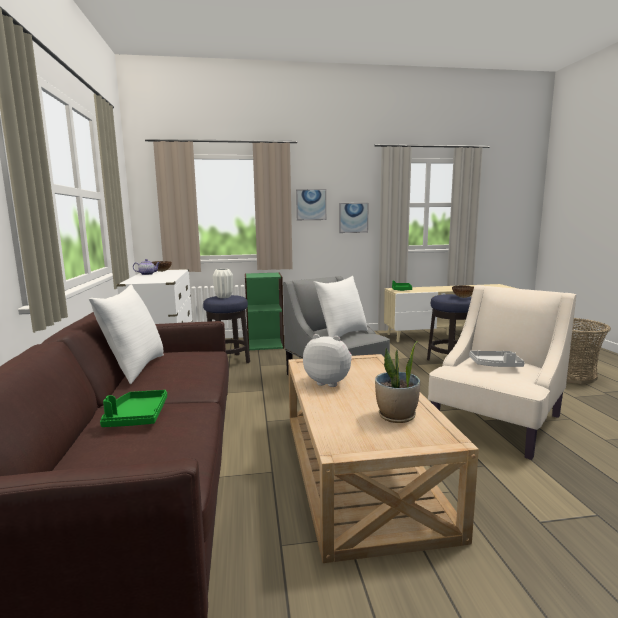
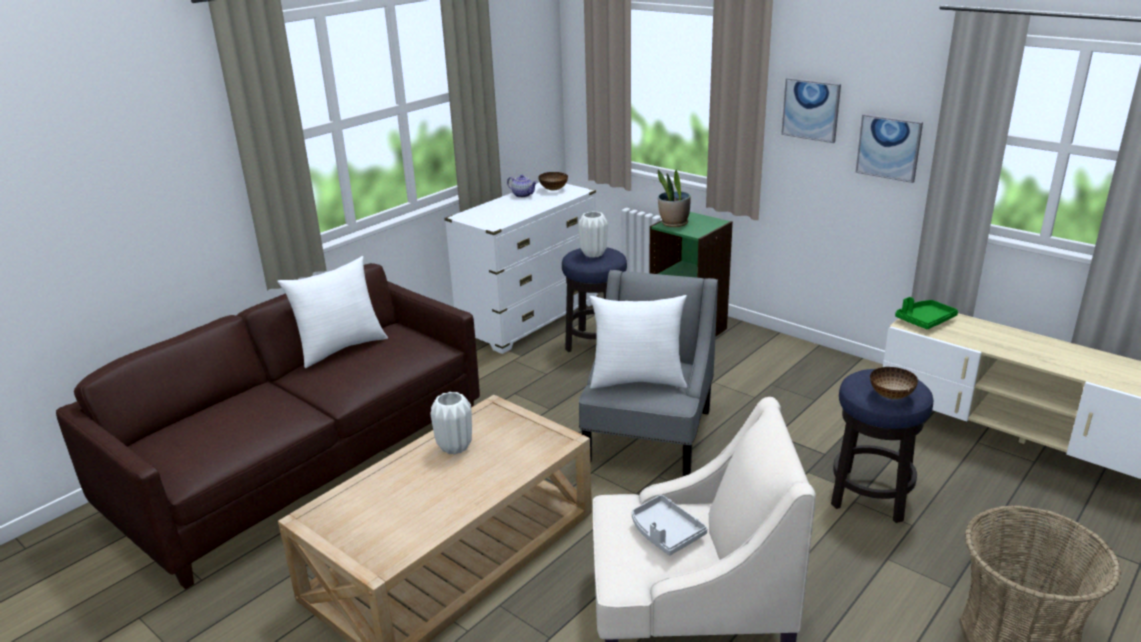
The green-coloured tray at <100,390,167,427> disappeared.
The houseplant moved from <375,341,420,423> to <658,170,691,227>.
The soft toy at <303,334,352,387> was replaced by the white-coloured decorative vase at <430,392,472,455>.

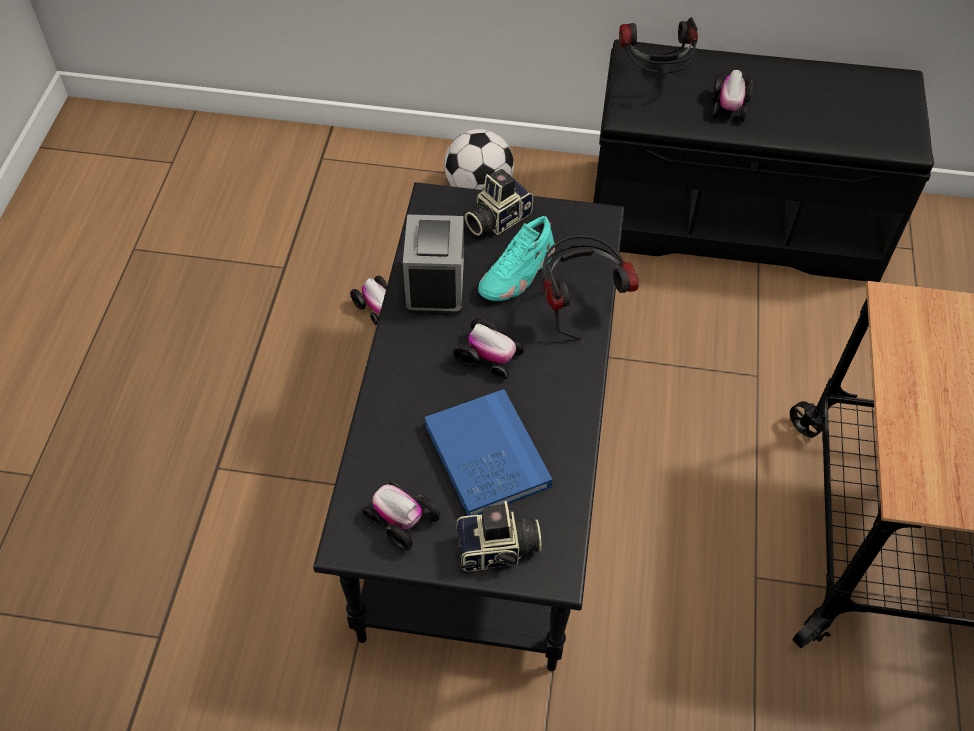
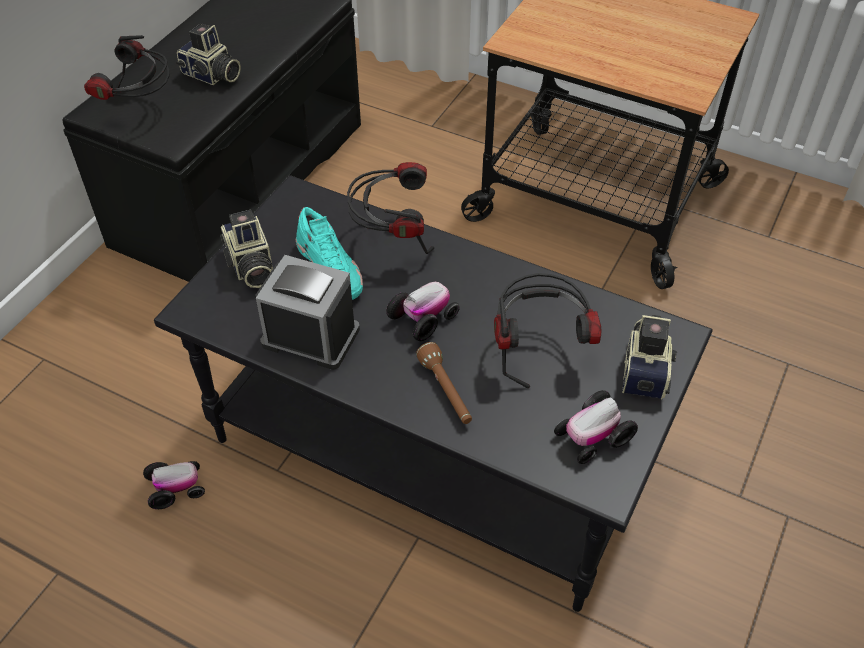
The football at <444,129,514,190> disappeared.
The brown flashlight at <416,342,472,424> appeared.
The blue volume at <424,389,553,516> was replaced by the pair of headphones at <494,273,602,388>.
The toy car at <713,70,754,122> was replaced by the photo camera at <176,23,241,85>.

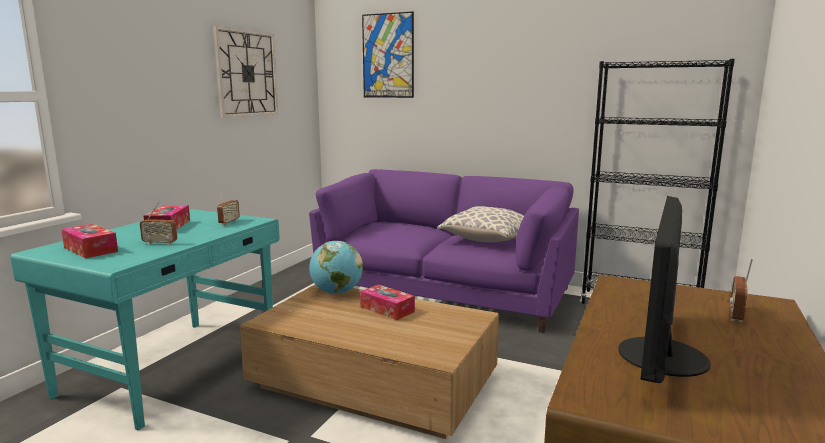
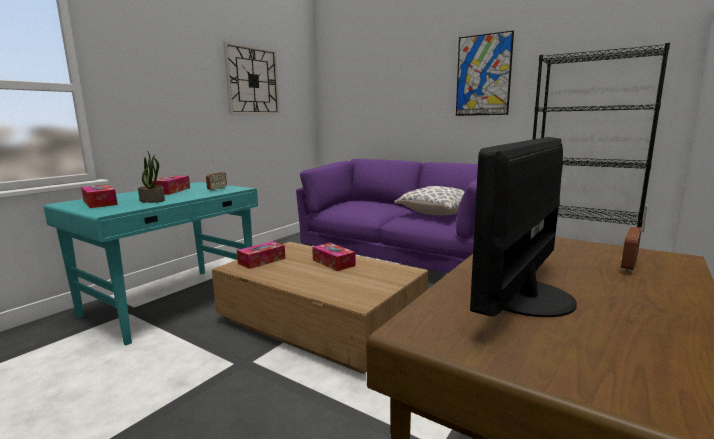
The world globe at <309,241,363,294> disappeared.
The tissue box at <237,241,285,269> appeared.
The picture moved from <362,12,414,98> to <456,30,514,116>.
The radio receiver at <140,202,177,245> was replaced by the houseplant at <138,151,165,203>.

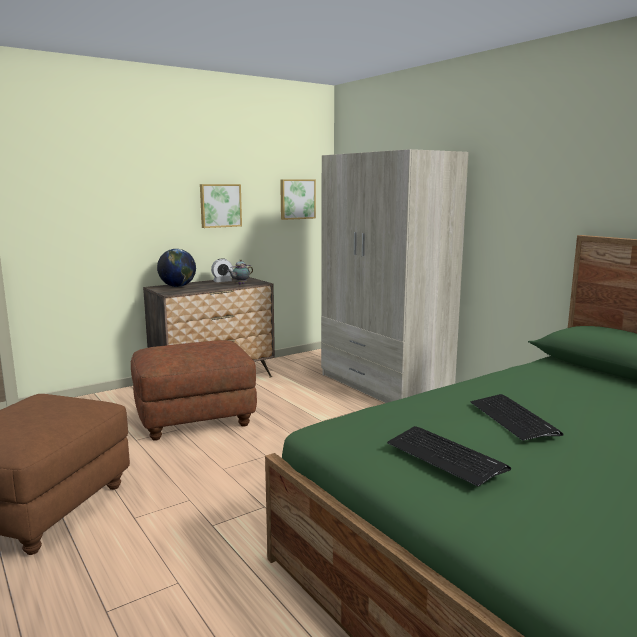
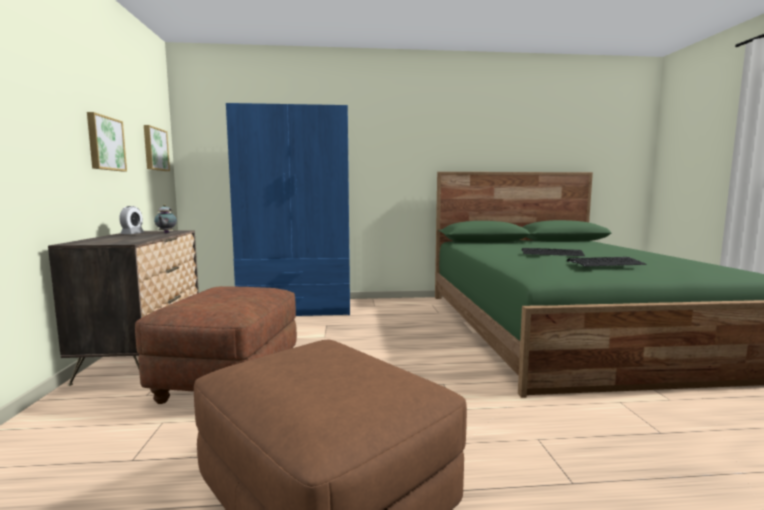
The world globe at <157,249,196,287> disappeared.
The sand-coloured clothes cupboard at <321,149,469,403> became the blue clothes cupboard at <226,103,350,316>.

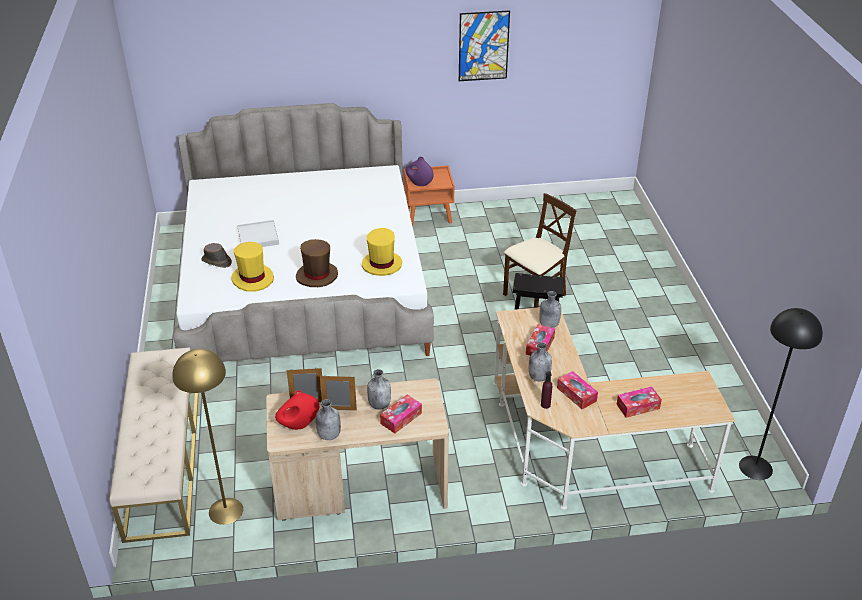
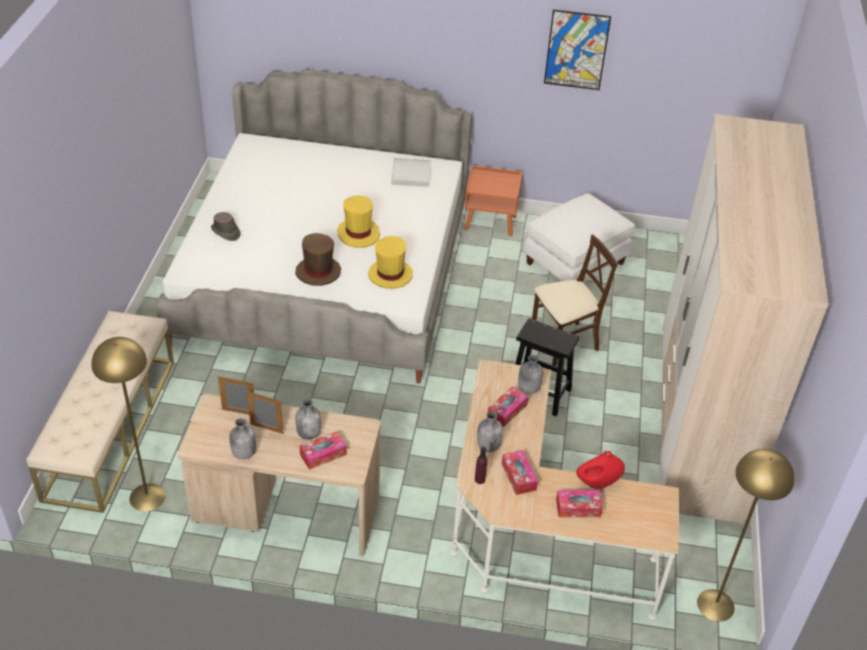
The purplish decorative vase at <406,157,434,186> disappeared.
The white-coloured footrest at <524,193,635,281> appeared.
The clothes cupboard at <660,114,828,524> appeared.
The yellow-coloured wearable hat moved from <231,242,274,292> to <337,196,380,248>.
The white-coloured tray moved from <237,220,279,247> to <391,158,431,187>.
The red decorative vase moved from <275,390,319,430> to <576,451,625,489>.
The blackish floor lamp at <739,308,823,480> became the yellow-coloured floor lamp at <697,449,794,621>.

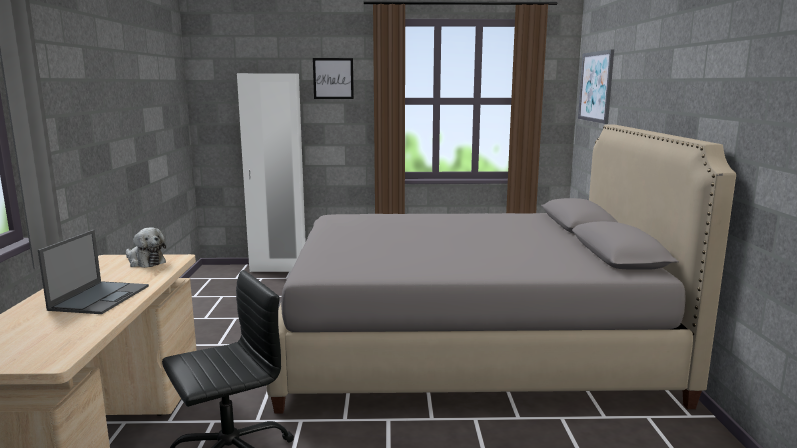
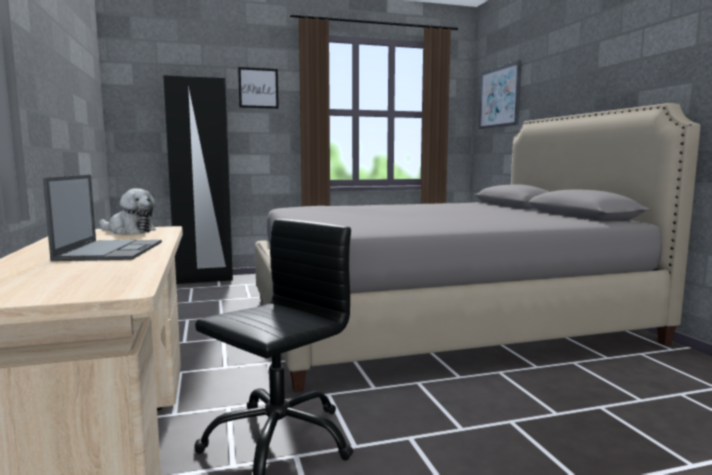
The white-coloured clothes cupboard at <237,73,306,272> became the blackish clothes cupboard at <163,75,233,284>.

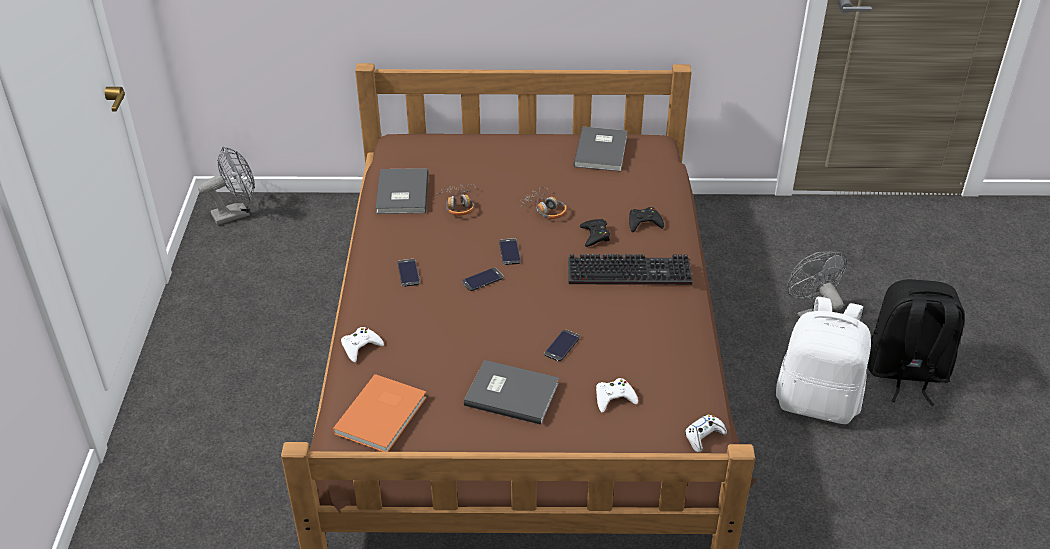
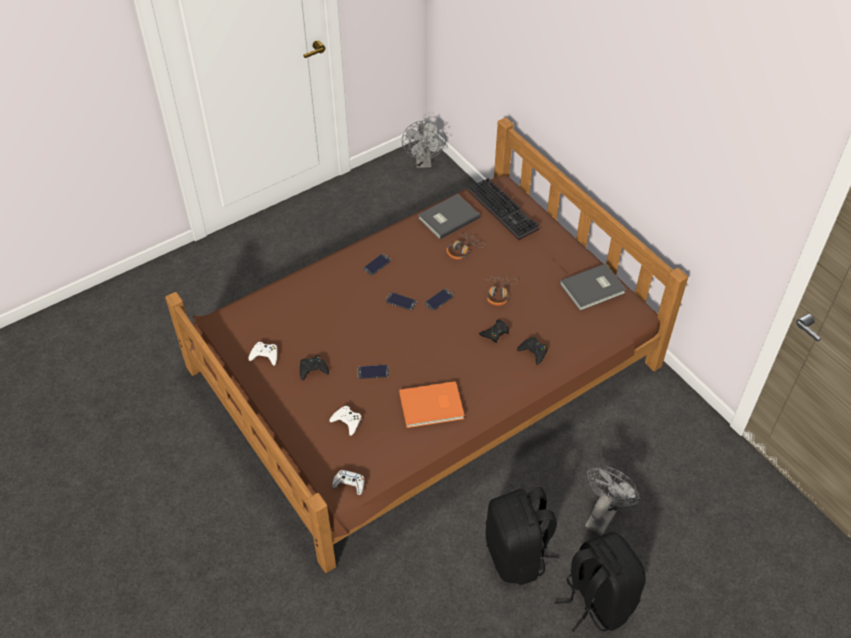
The orangey volume moved from <333,374,427,452> to <399,381,465,428>.
The white-coloured joypad moved from <341,327,384,363> to <249,342,277,366>.
The keyboard moved from <568,254,692,285> to <468,178,540,240>.
The grey volume at <464,360,559,425> was replaced by the blackish joypad at <300,355,329,380>.
The white-coloured backpack at <776,297,871,424> became the blackish backpack at <486,487,559,585>.
The grey fan at <198,146,255,225> turned 60 degrees clockwise.

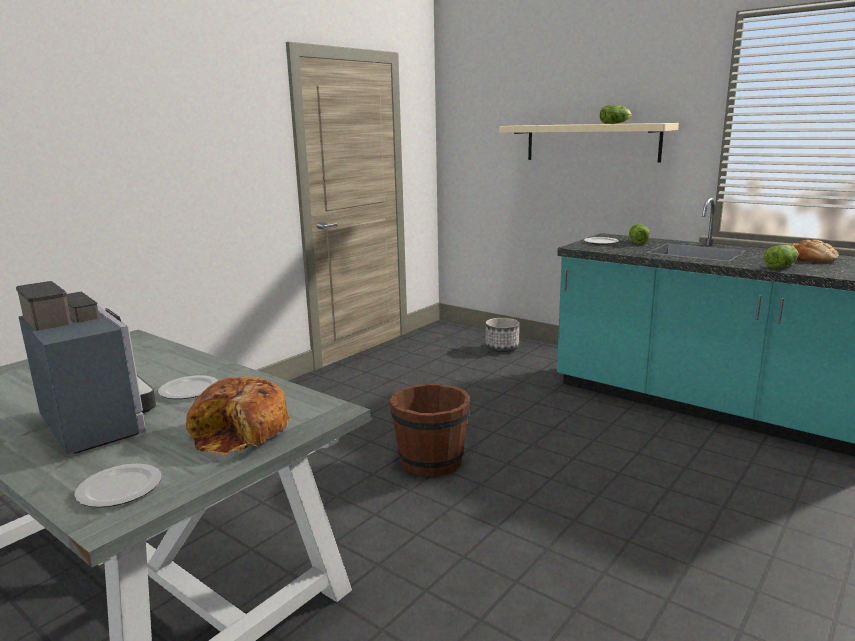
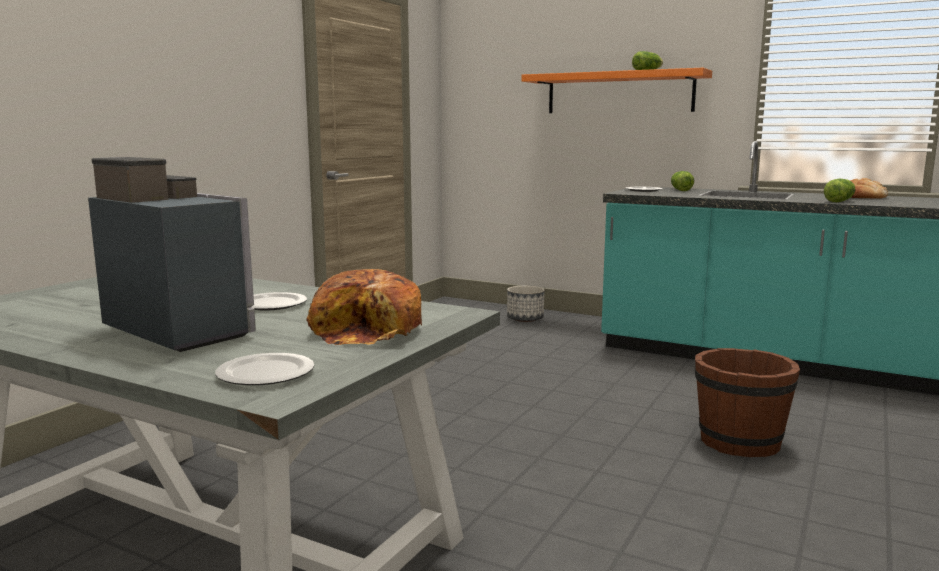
The brown water bucket moved from <389,383,470,477> to <695,348,800,457>.
The sand-coloured wall shelf at <499,123,679,163> became the orangey wall shelf at <521,68,712,113>.

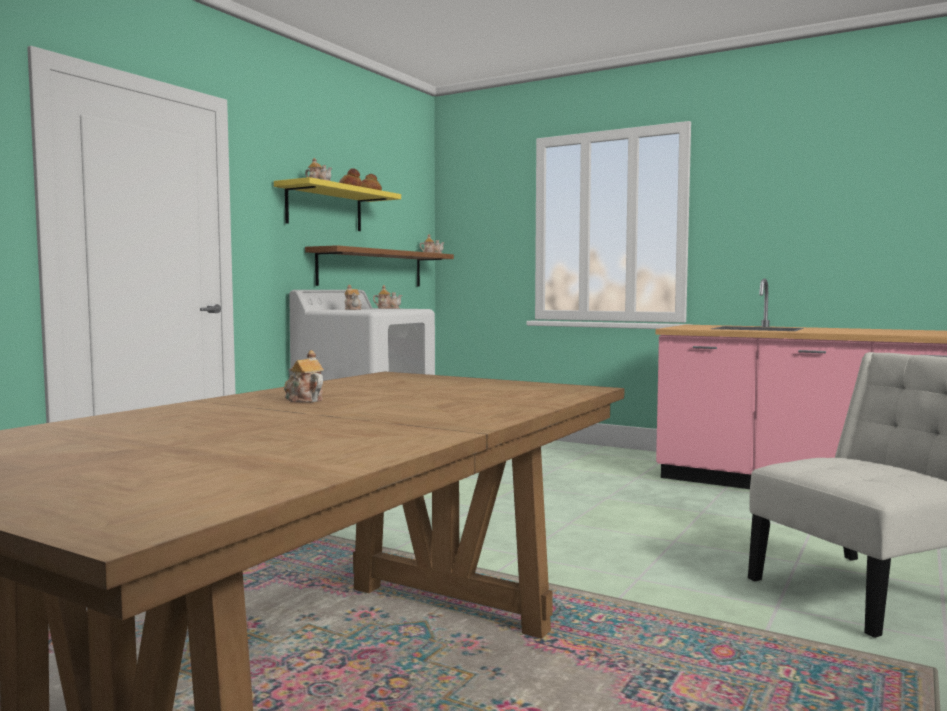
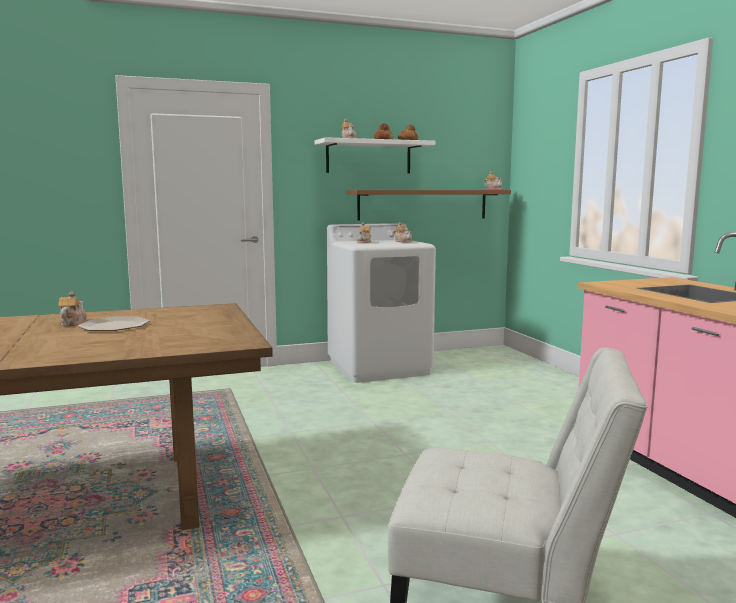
The flat dish at <78,317,149,331> appeared.
The yellow-coloured wall shelf at <274,177,401,231> became the white-coloured wall shelf at <315,137,435,174>.

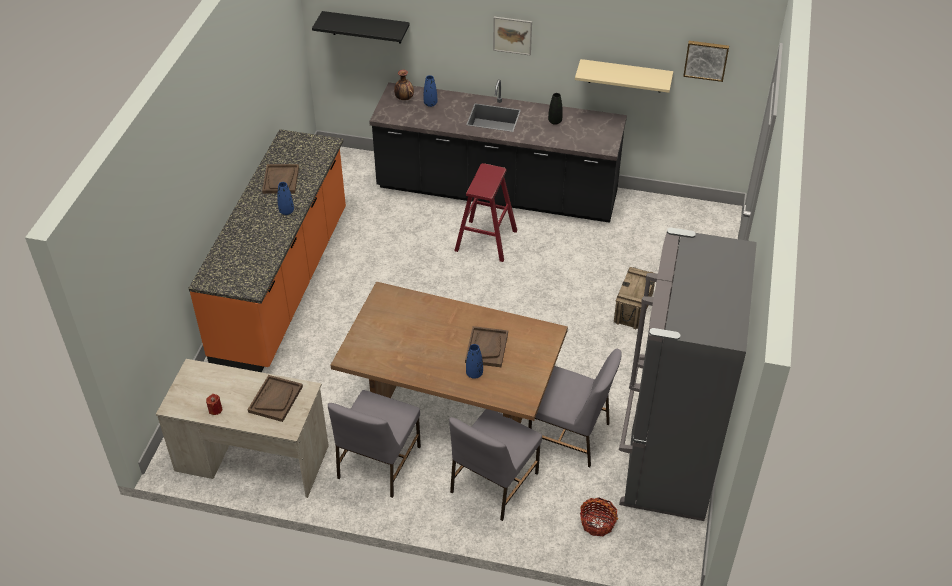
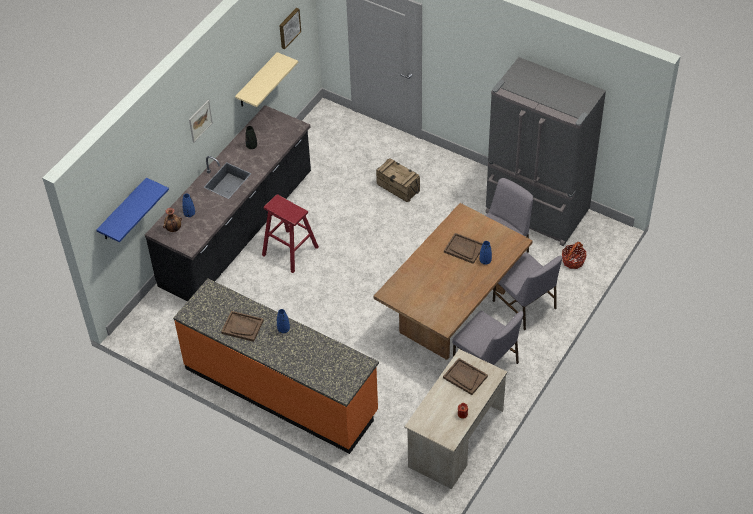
The blackish wall shelf at <312,11,410,44> became the blue wall shelf at <96,177,169,242>.

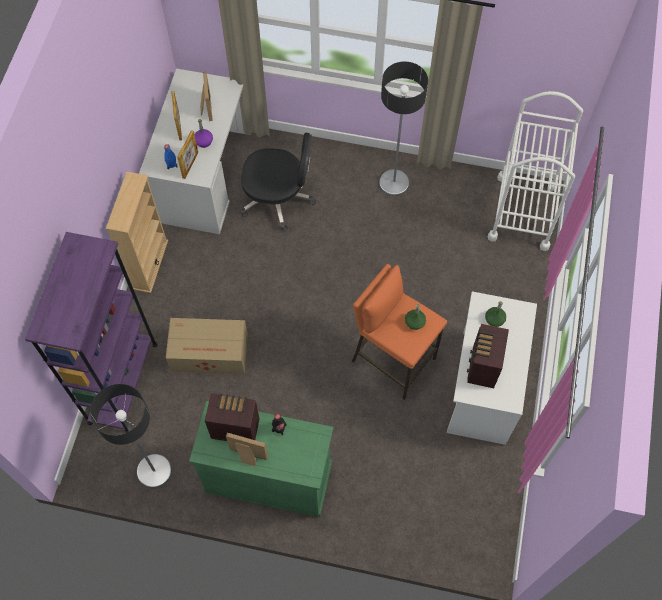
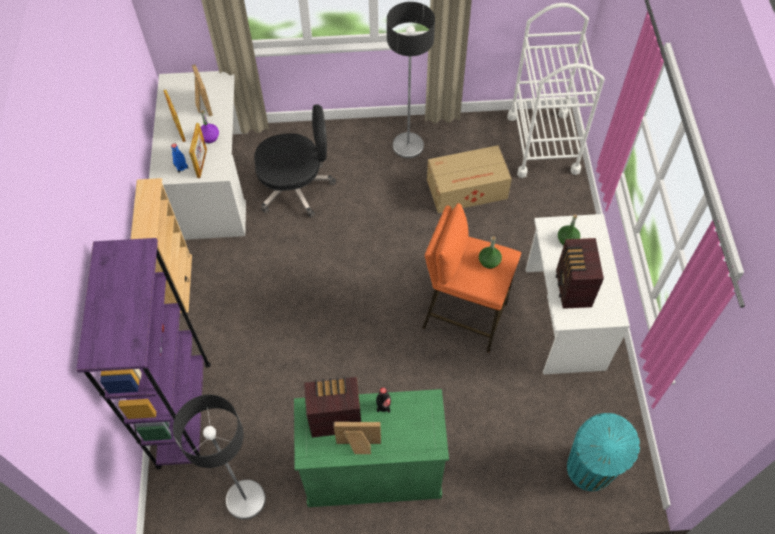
The blue-green waste bin at <567,413,640,491> appeared.
The carton moved from <166,318,248,374> to <427,145,512,213>.

